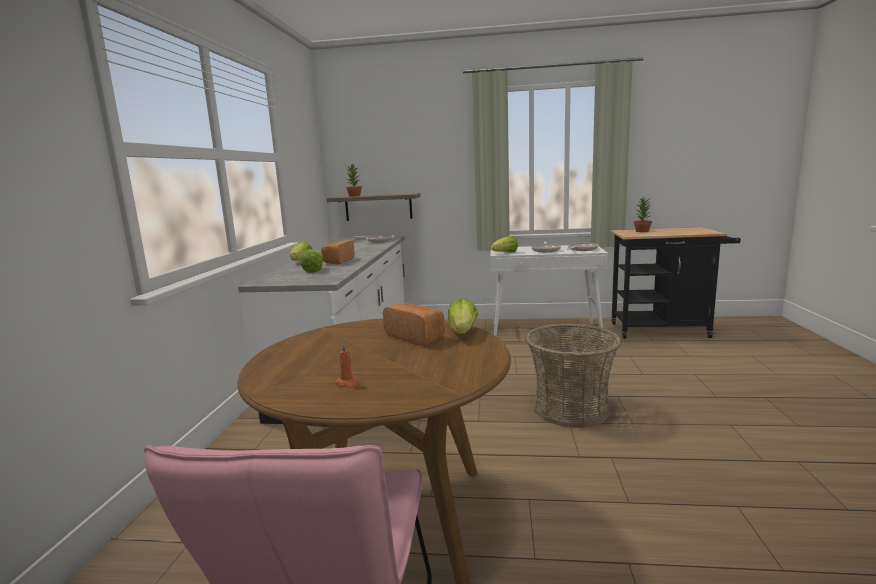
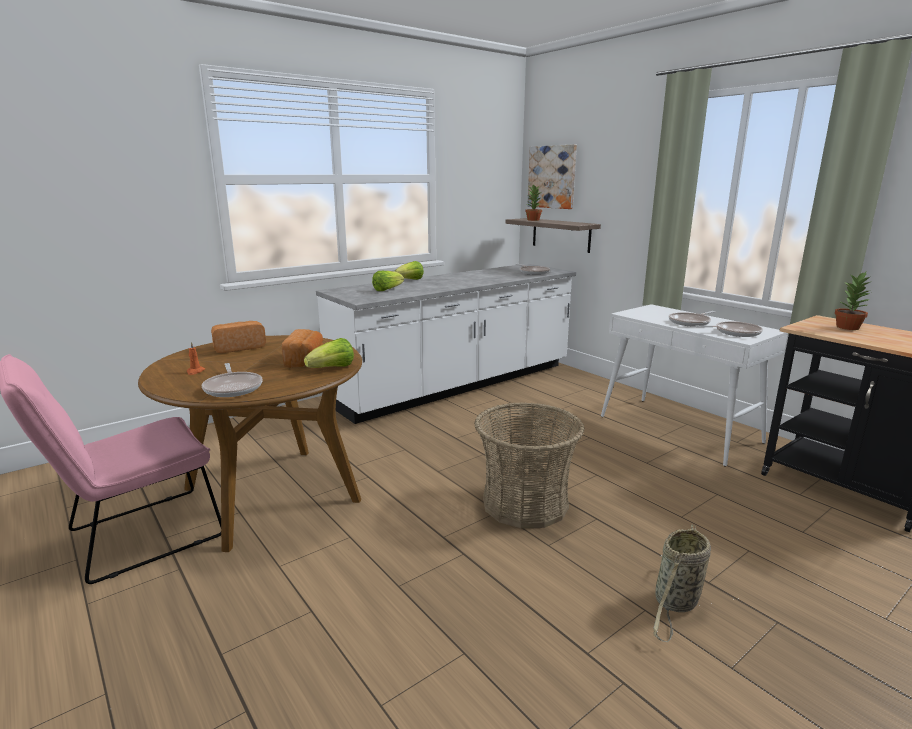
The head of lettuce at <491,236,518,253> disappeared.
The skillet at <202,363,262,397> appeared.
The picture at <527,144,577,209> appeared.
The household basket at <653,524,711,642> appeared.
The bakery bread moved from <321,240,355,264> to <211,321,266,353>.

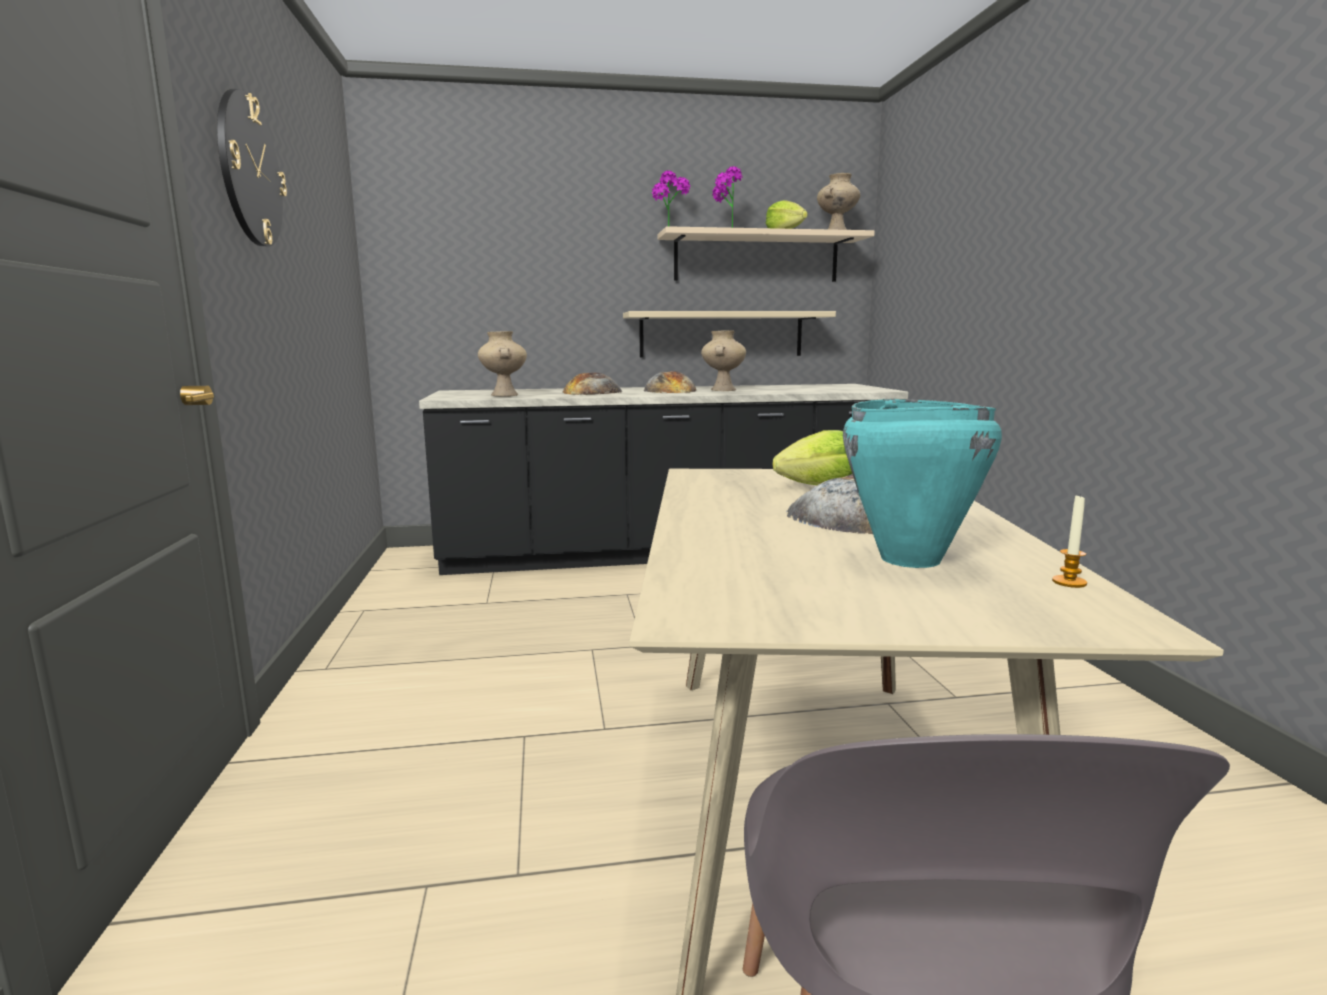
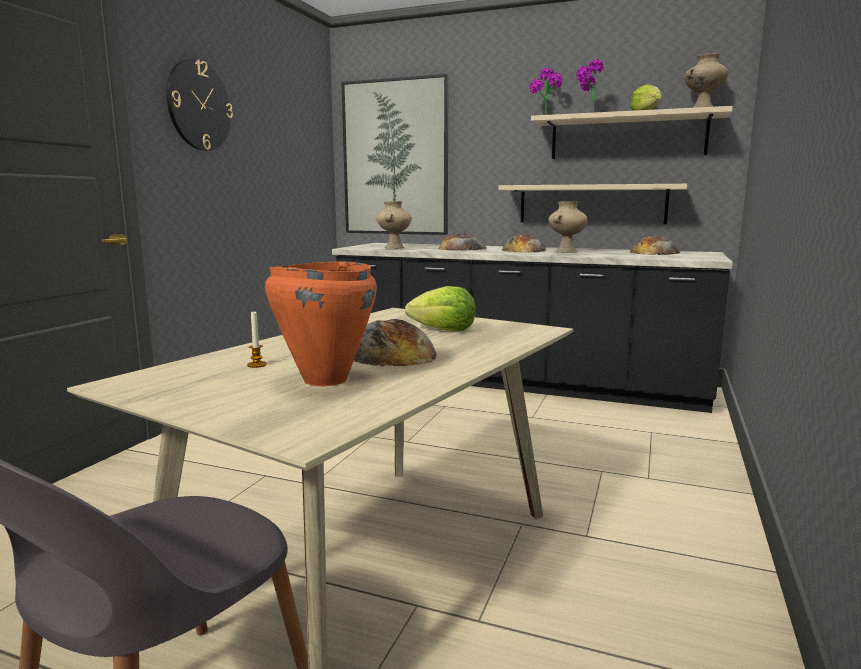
The picture at <342,74,449,235> appeared.
The bakery bread at <630,236,680,255> appeared.
The candle moved from <1052,493,1087,588> to <247,310,267,368>.
The blue-green stockpot at <843,399,1002,568> became the orangey stockpot at <265,261,377,386>.

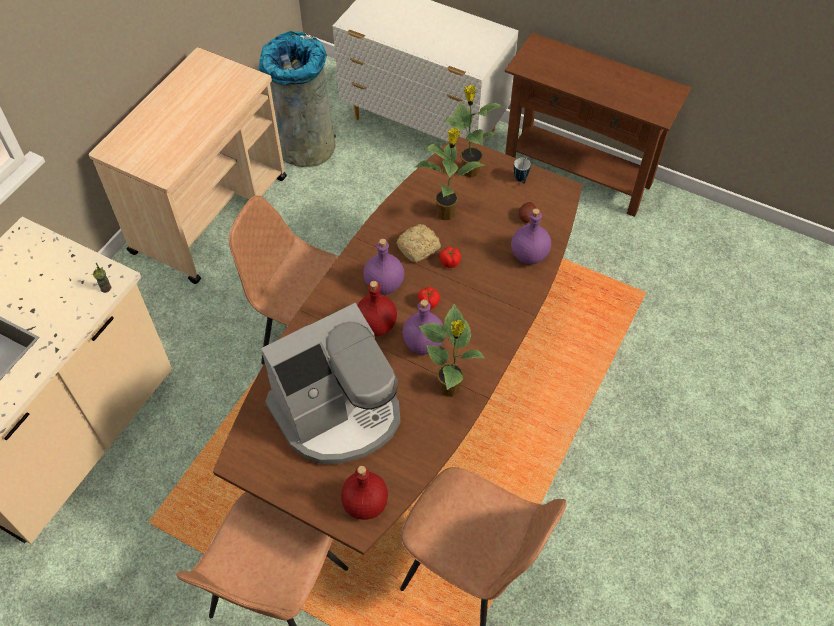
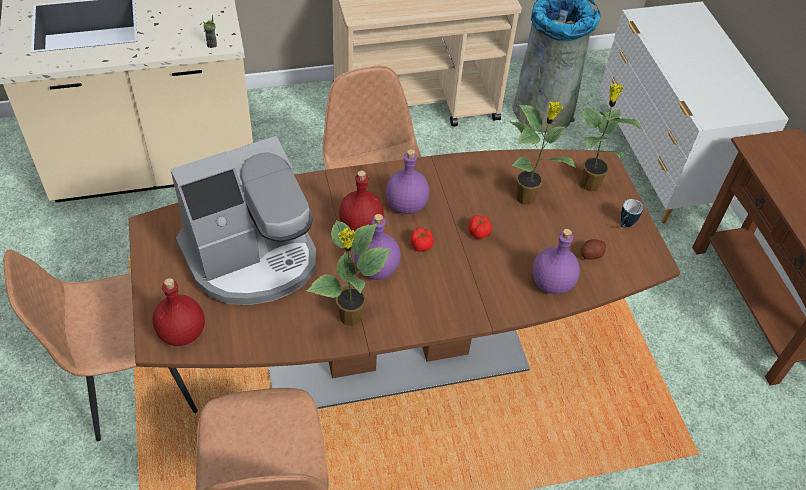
The bakery bread at <396,224,441,262> disappeared.
The coffee machine at <261,303,400,464> turned 45 degrees counterclockwise.

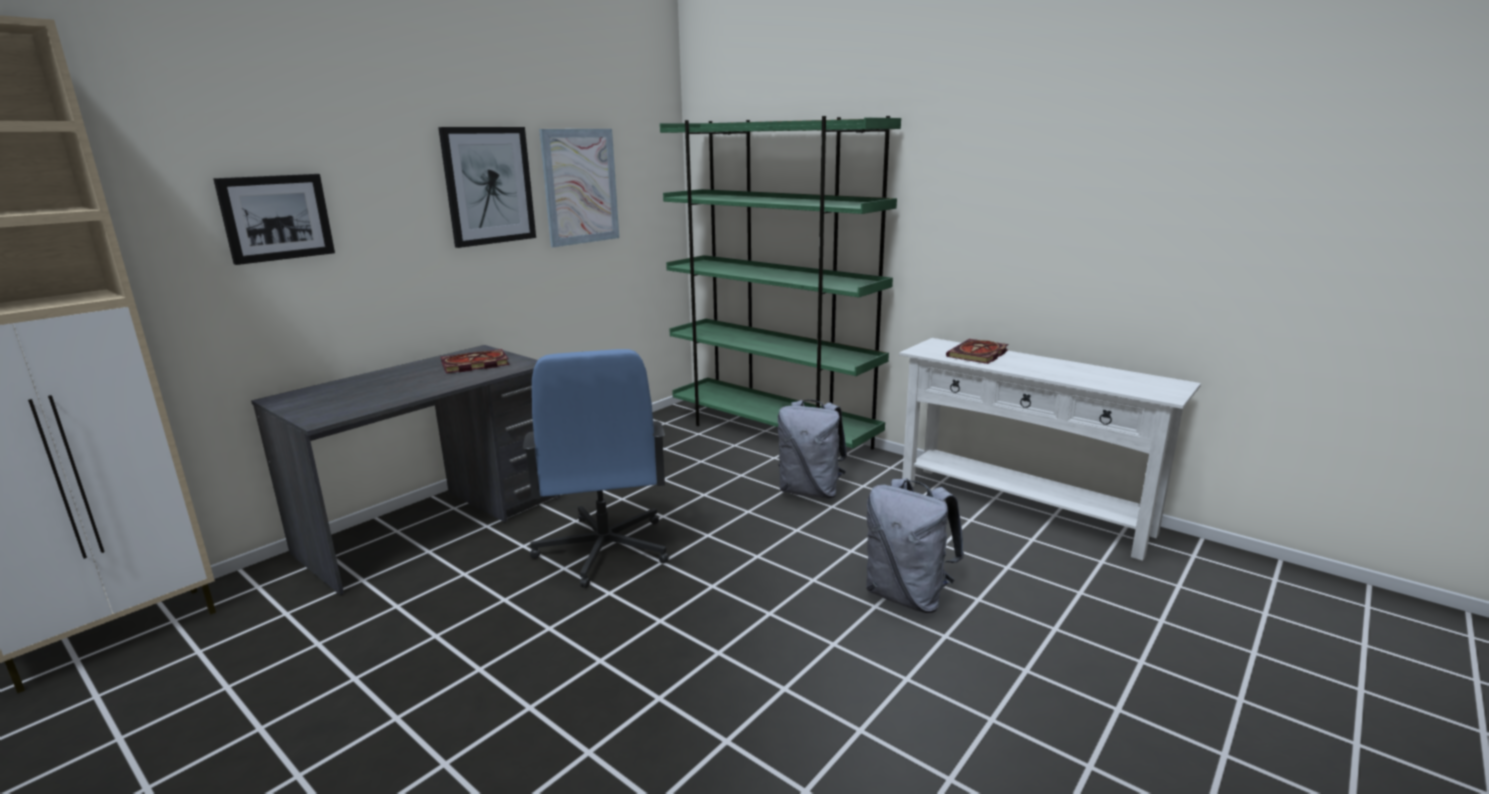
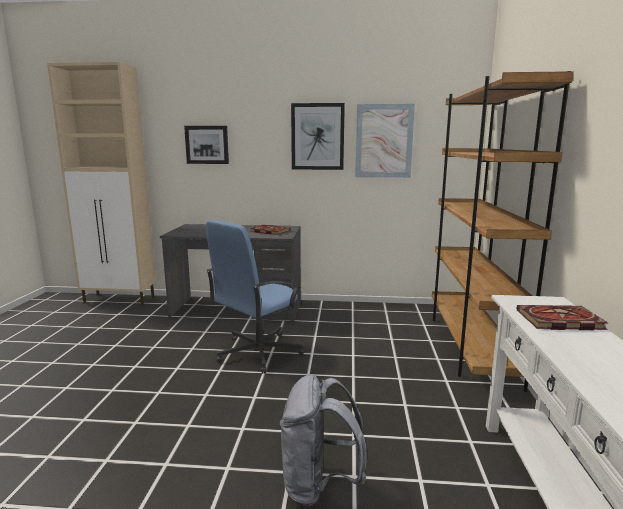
The grey backpack at <778,400,847,499> disappeared.
The green-coloured shelving unit at <660,116,901,450> became the brown shelving unit at <432,71,574,392>.

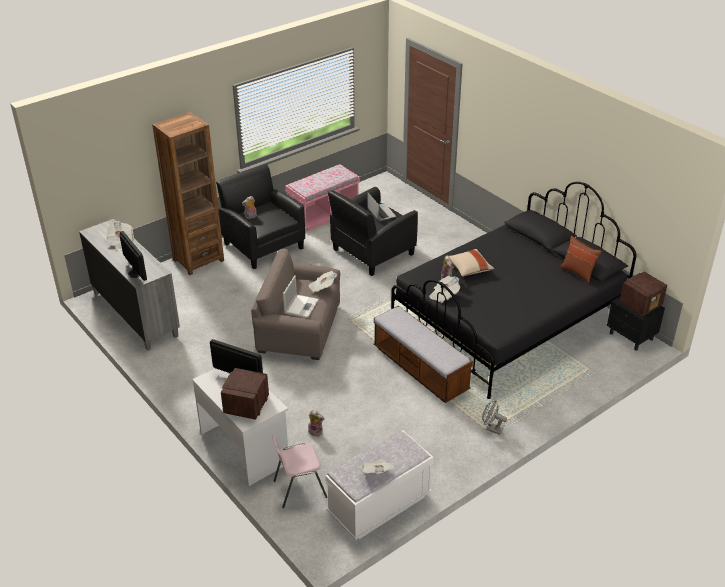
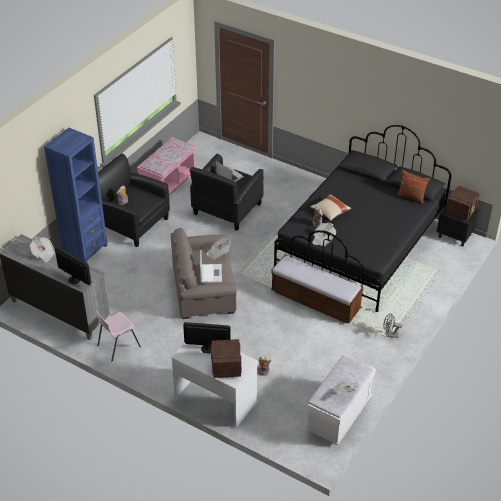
The pink-coloured chair moved from <272,435,328,508> to <95,311,141,362>.
The brown shelving unit at <152,112,224,275> became the blue shelving unit at <44,128,108,264>.

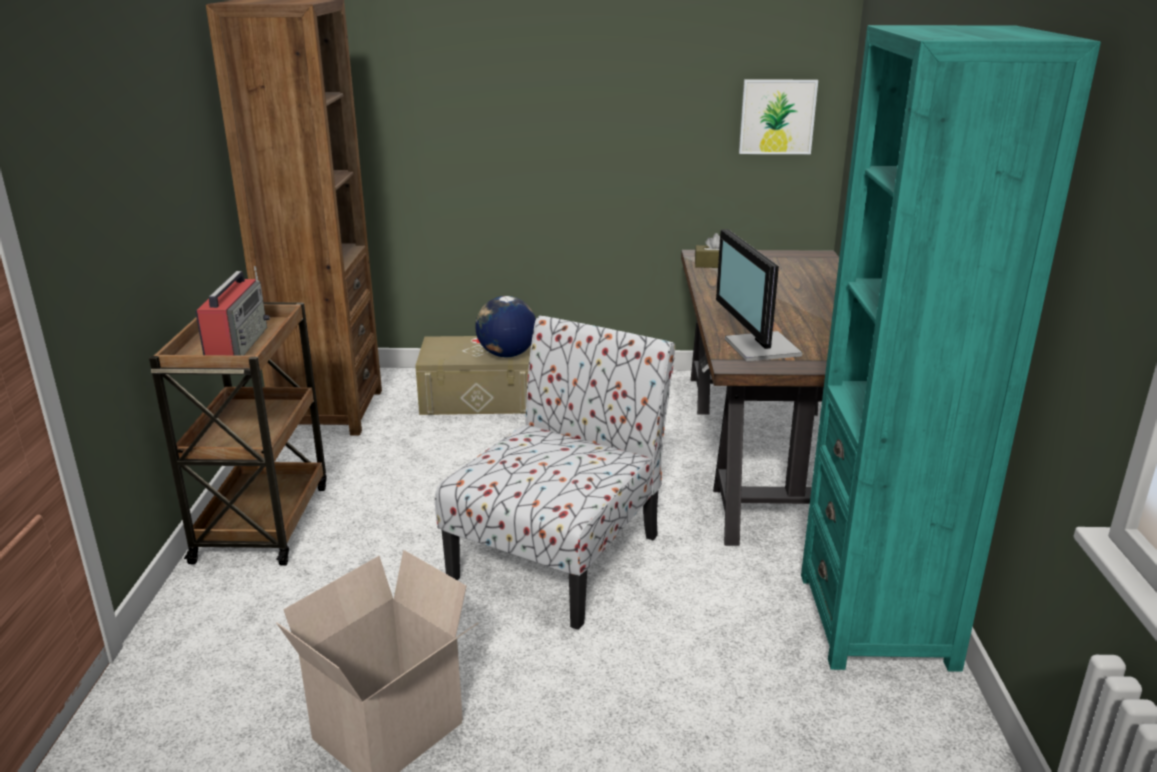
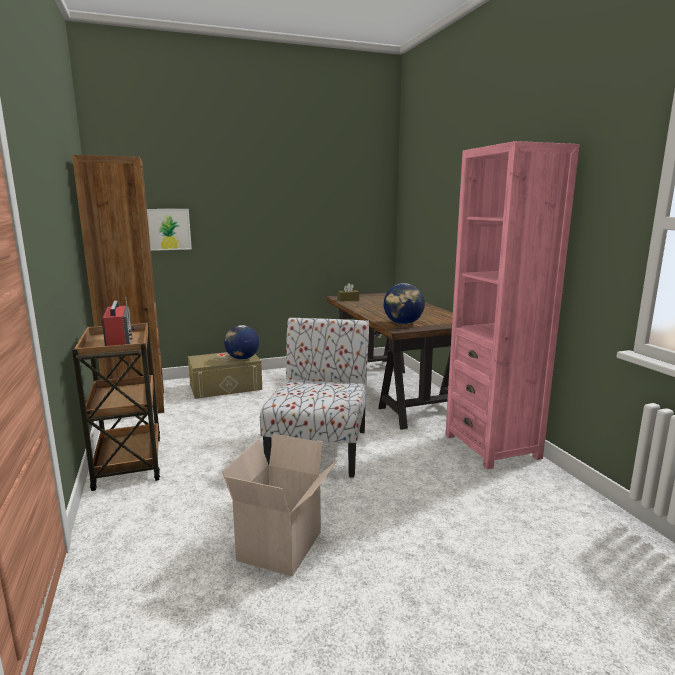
The picture moved from <739,79,818,154> to <147,209,192,251>.
The monitor at <716,229,802,362> was replaced by the world globe at <384,283,425,324>.
The blue-green shelving unit at <801,25,1101,672> became the pink-coloured shelving unit at <445,141,579,470>.

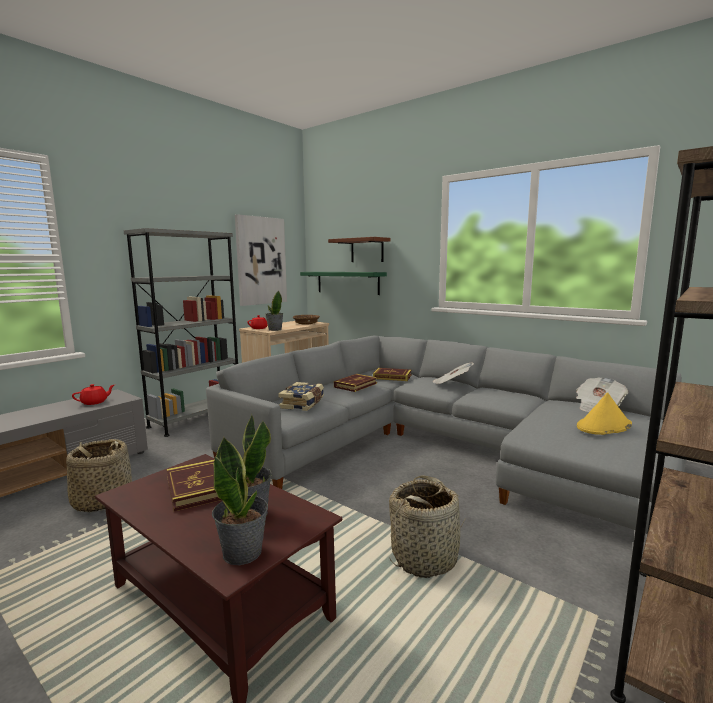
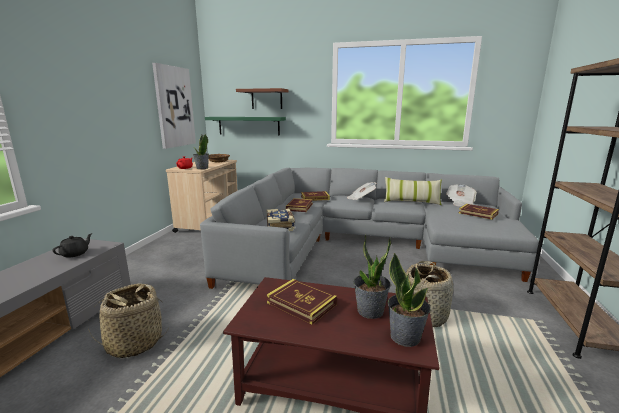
The grey shelving unit at <124,228,238,437> disappeared.
The cushion at <384,177,442,205> appeared.
The yellow-coloured wearable hat at <577,393,632,435> was replaced by the volume at <459,204,499,220>.
The red teapot at <72,384,114,405> became the blackish teapot at <52,233,93,258>.

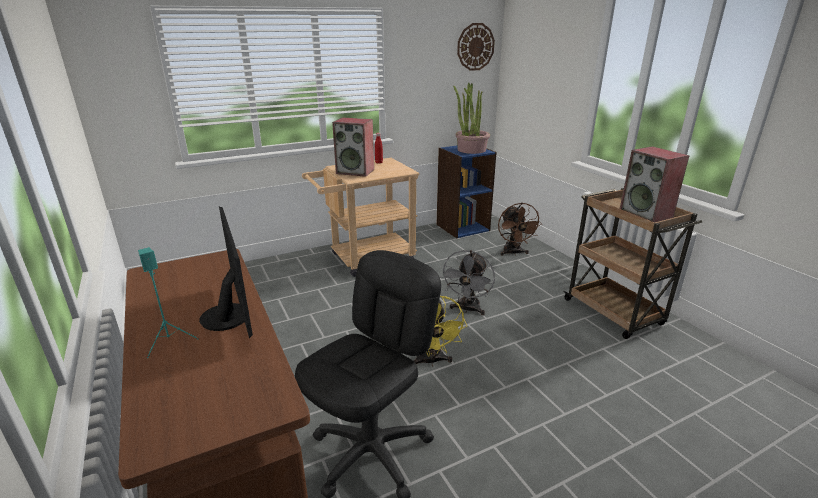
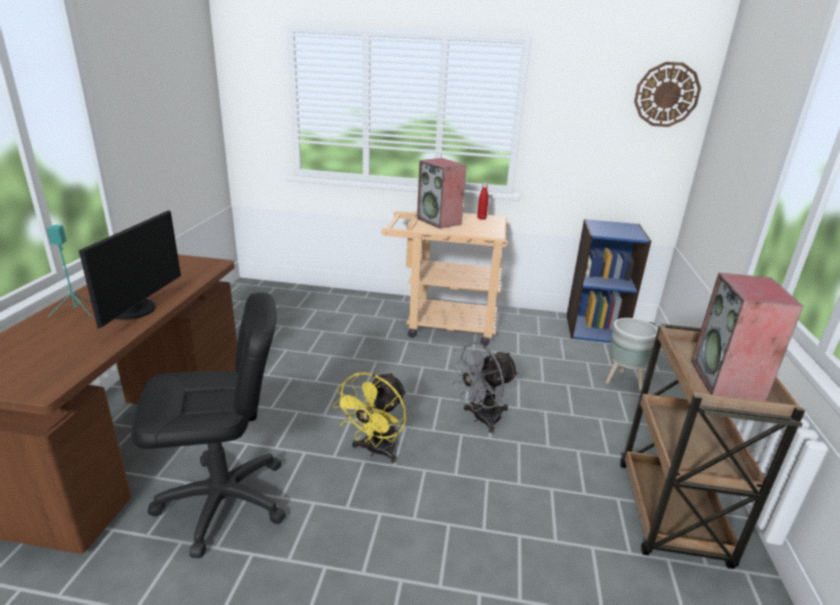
The houseplant at <453,83,490,154> disappeared.
The brown fan at <498,203,542,256> was replaced by the grey flower pot at <605,318,658,391>.

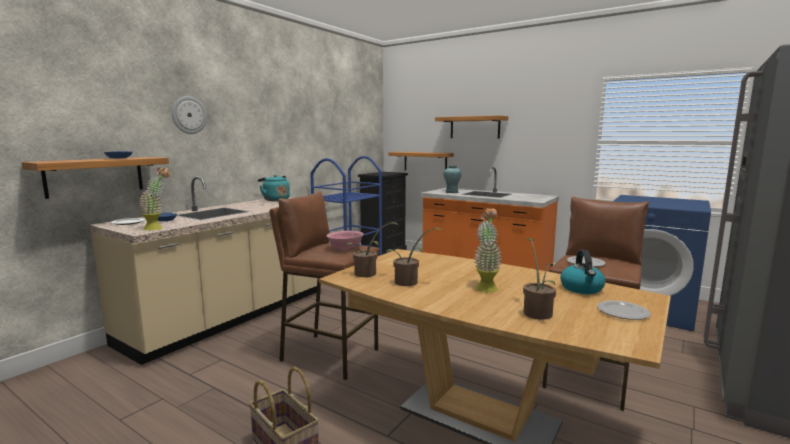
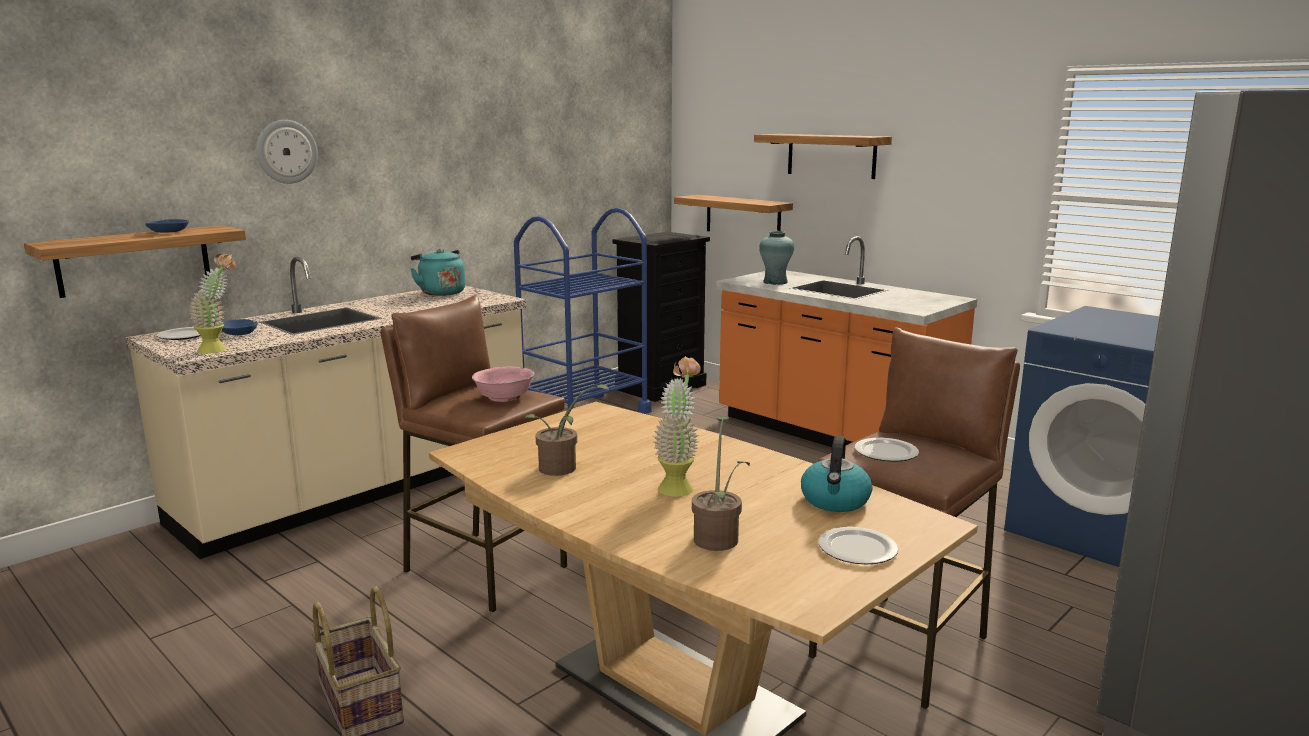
The houseplant at <346,222,398,277> disappeared.

